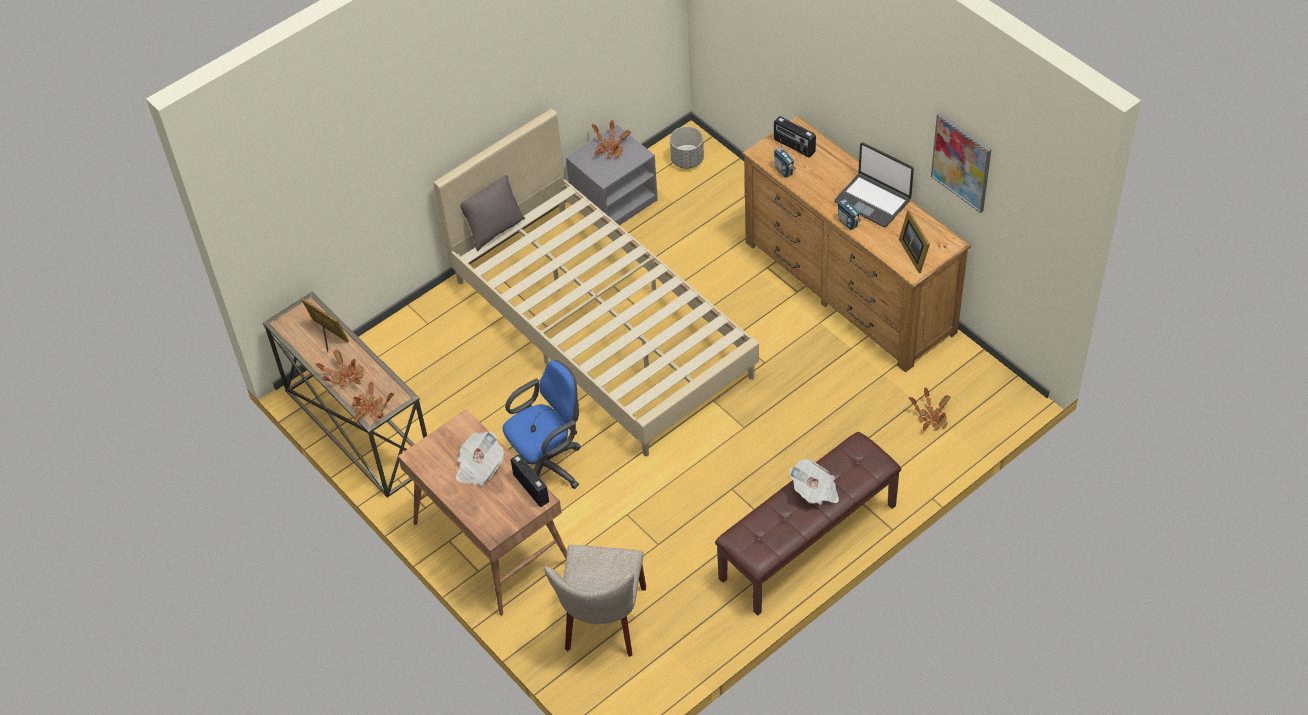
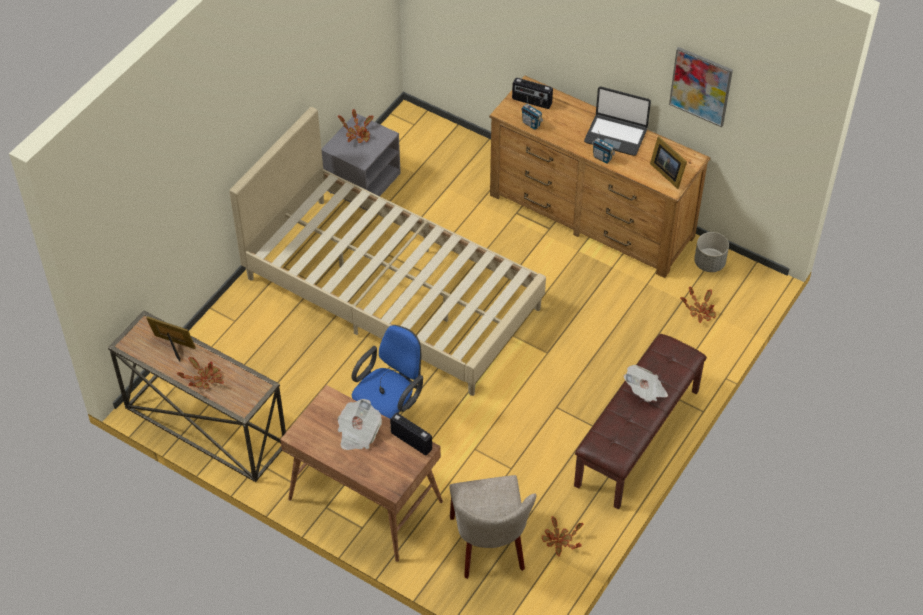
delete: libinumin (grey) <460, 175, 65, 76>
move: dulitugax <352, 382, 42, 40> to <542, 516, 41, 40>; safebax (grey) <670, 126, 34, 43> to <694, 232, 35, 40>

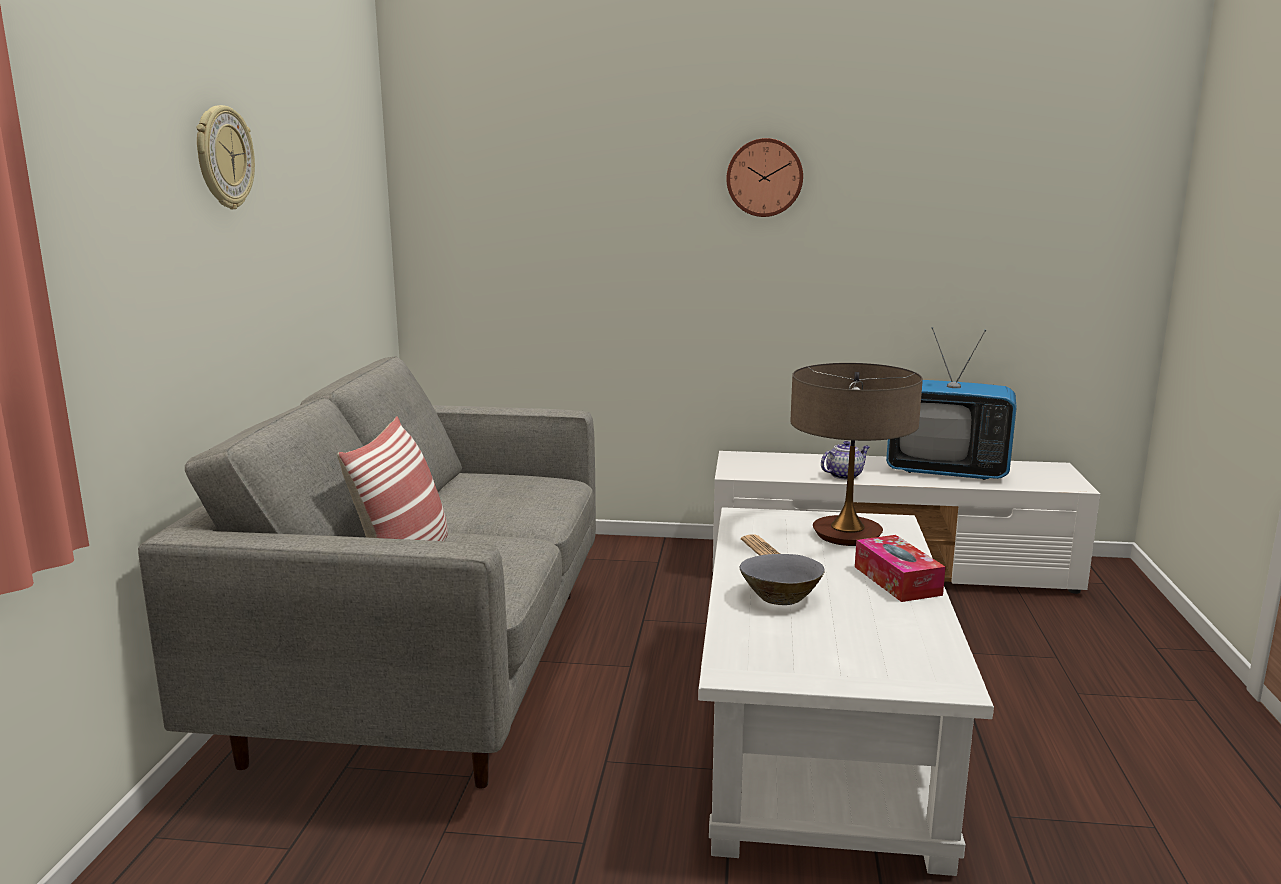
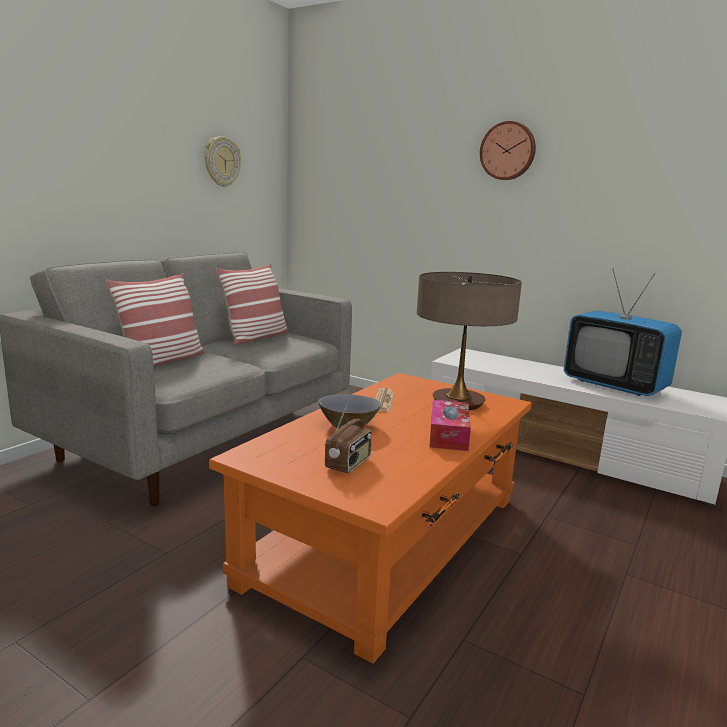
delete: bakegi <821, 441, 49, 39>
insert: libinumin <216, 264, 72, 82>; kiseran <325, 403, 47, 71>
move: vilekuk <196, 105, 59, 104> to <204, 136, 37, 51>
recolor: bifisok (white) <698, 507, 296, 369> to bifisok (orange) <209, 373, 323, 291>

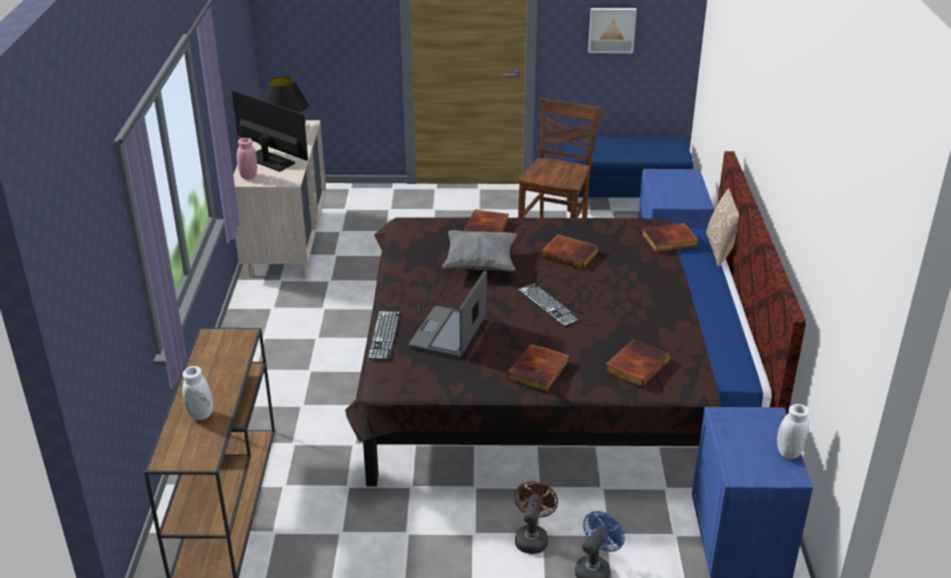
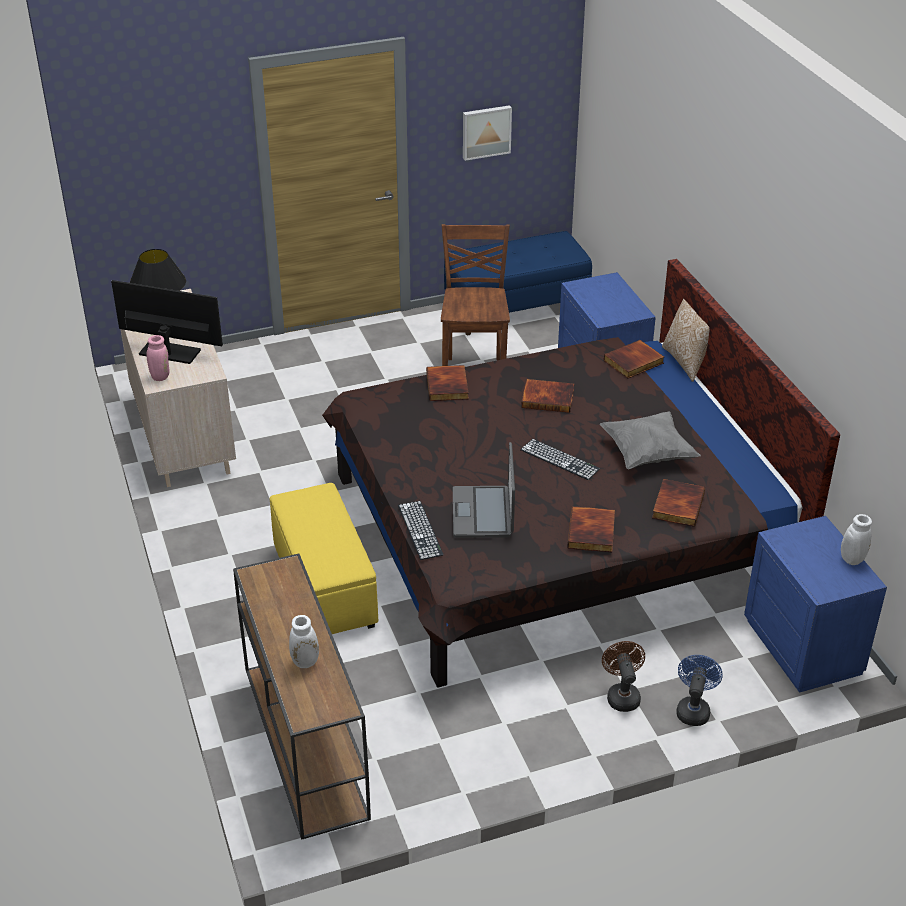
insert: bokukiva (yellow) <270, 483, 108, 151>
move: libinumin (grey) <442, 230, 75, 42> to <600, 411, 101, 59>

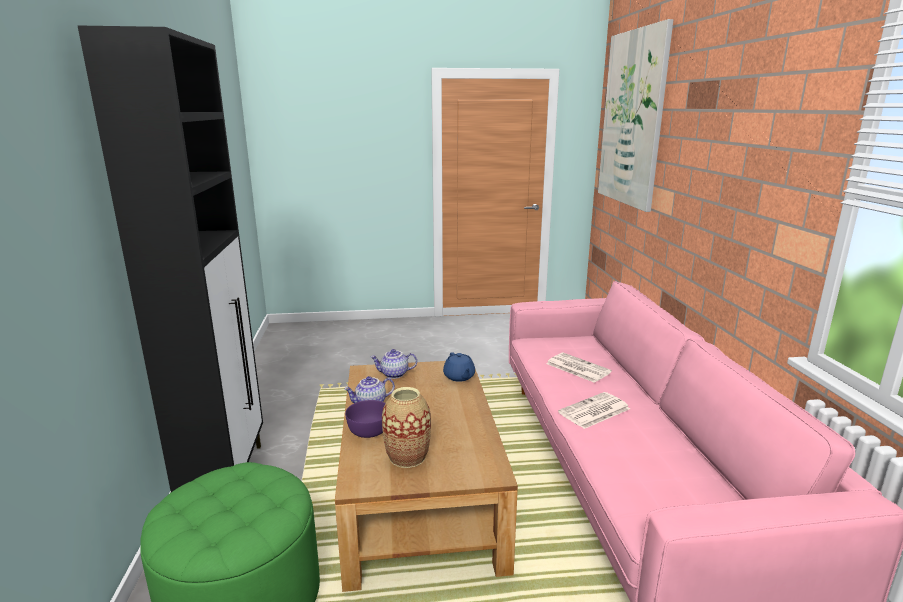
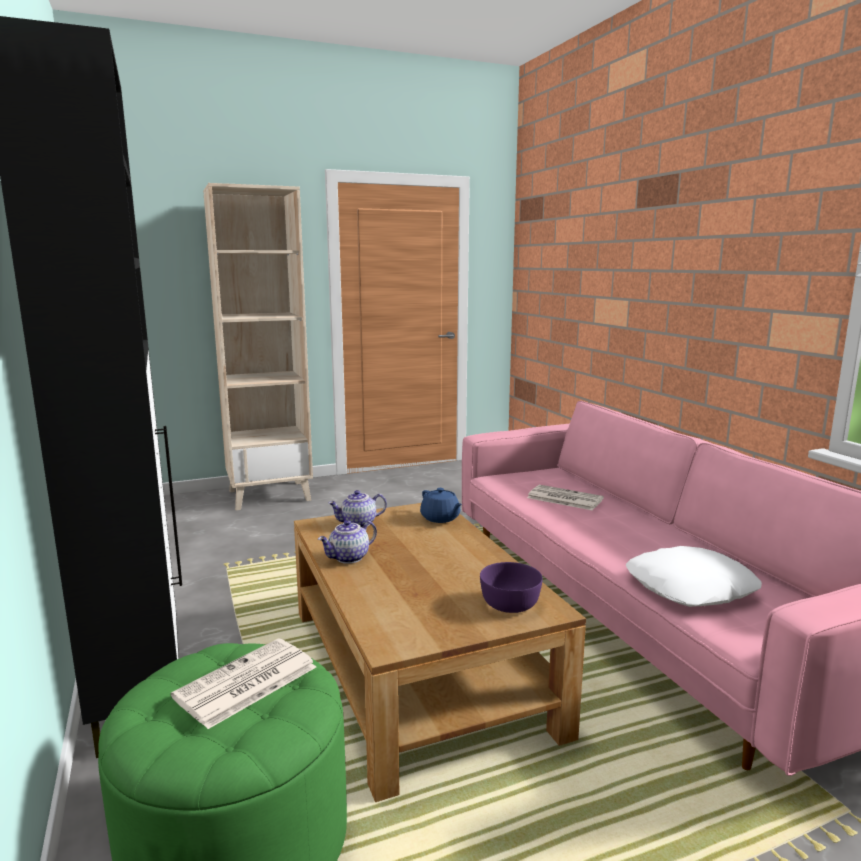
delete: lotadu <382, 387, 49, 81>; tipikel <598, 19, 75, 193>
insert: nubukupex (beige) <203, 183, 110, 327>; libinumin (white) <626, 546, 136, 61>
move: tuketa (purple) <345, 400, 40, 38> to <480, 562, 63, 51>; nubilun <558, 392, 72, 37> to <171, 638, 145, 91>

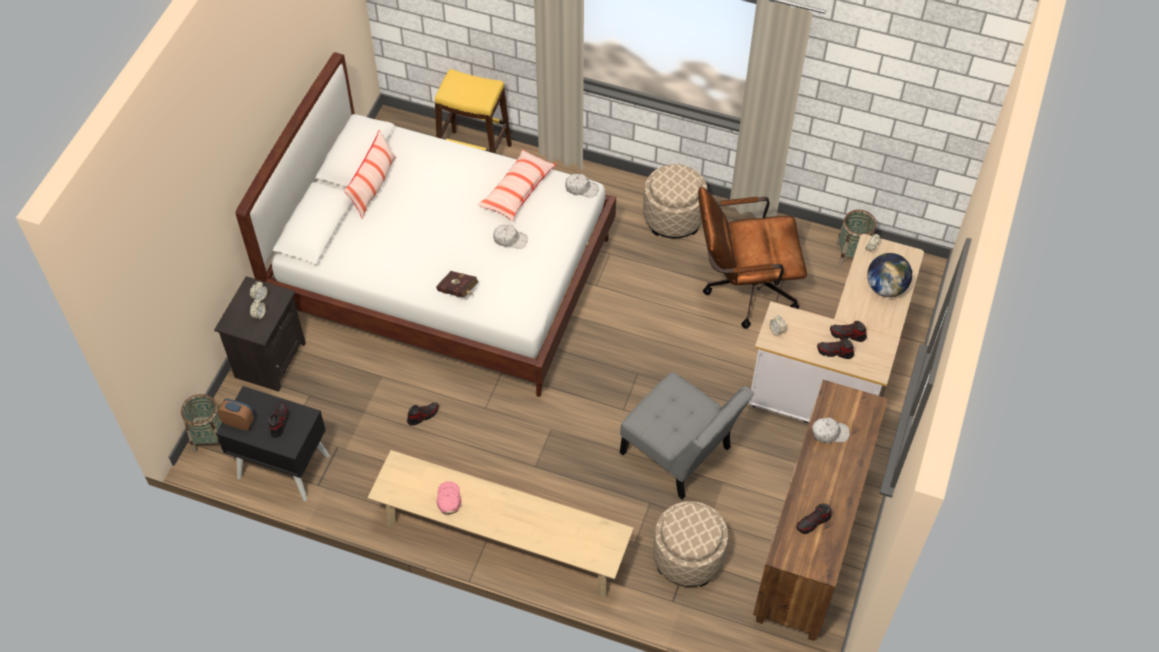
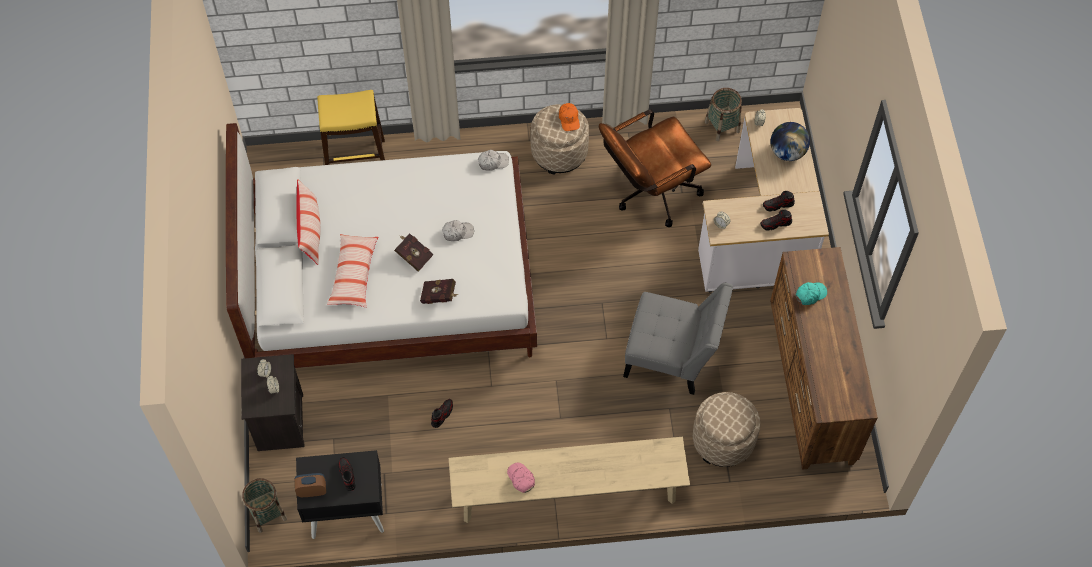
delete: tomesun <796, 504, 36, 30>
insert: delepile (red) <394, 233, 40, 39>; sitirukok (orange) <559, 103, 21, 28>
move: libinumin <477, 150, 80, 71> to <327, 234, 51, 74>
recolor: sitirukok (white) <812, 418, 38, 25> to sitirukok (turquoise) <796, 282, 31, 23>

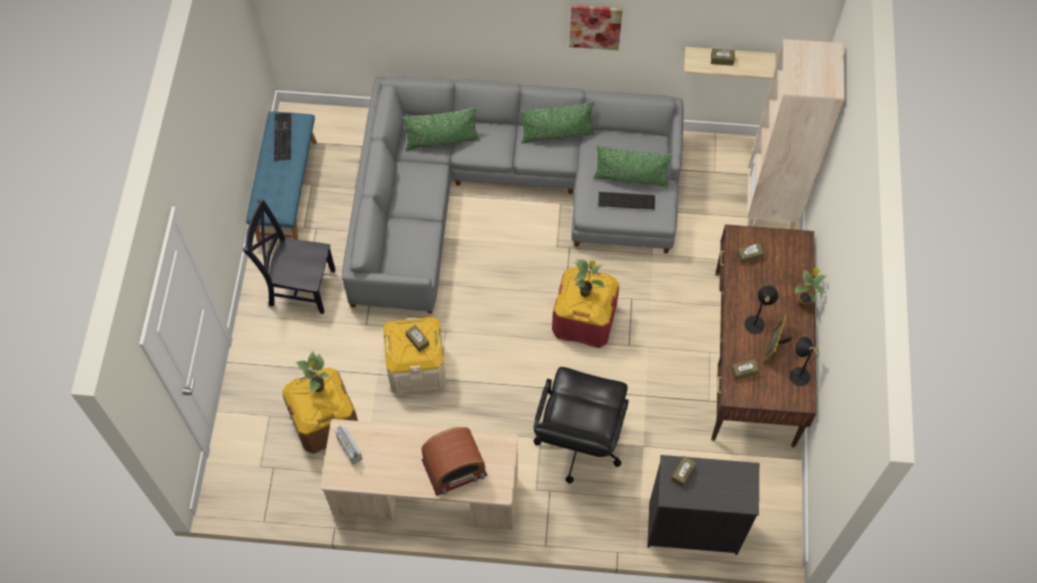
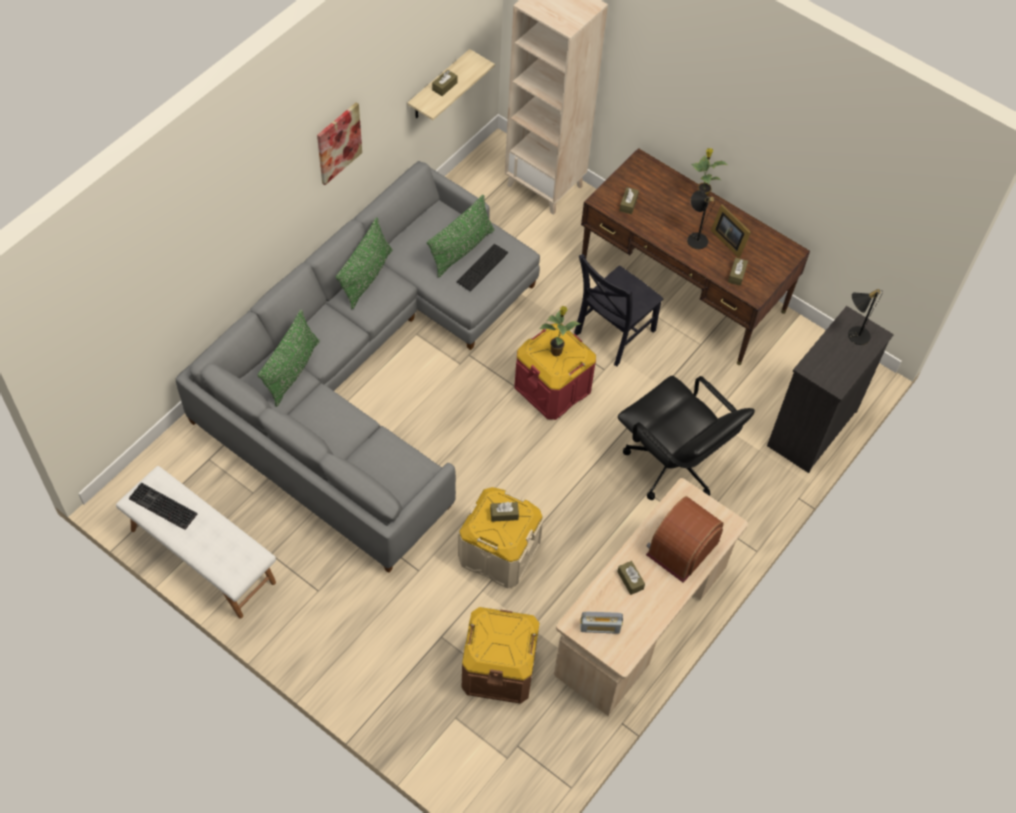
delete: dulitugax <296, 351, 33, 42>
move: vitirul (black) <243, 198, 93, 116> to <574, 254, 90, 112>; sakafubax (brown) <671, 456, 25, 31> to <617, 561, 28, 34>; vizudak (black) <790, 336, 29, 50> to <848, 289, 35, 56>
recolor: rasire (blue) <246, 111, 71, 131> to rasire (white) <116, 466, 160, 152>
rotate: kiseran <421, 427, 66, 69> = <646, 496, 78, 87> 150 degrees counterclockwise

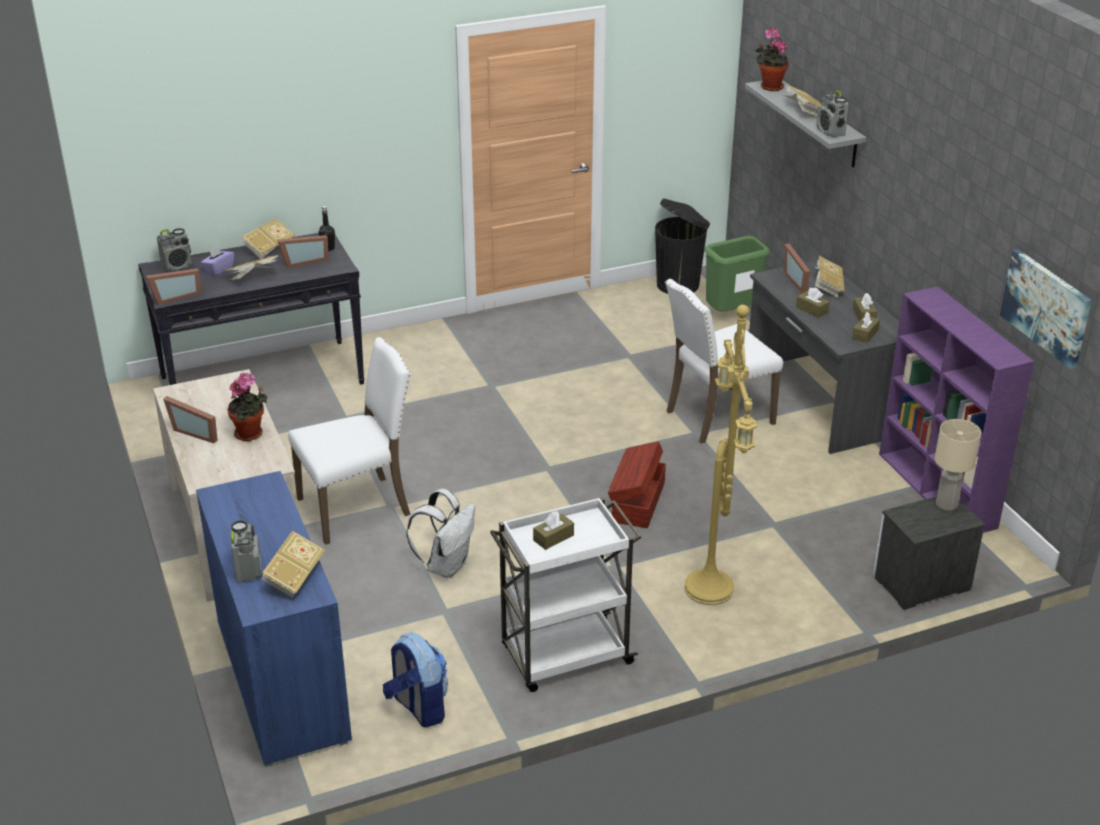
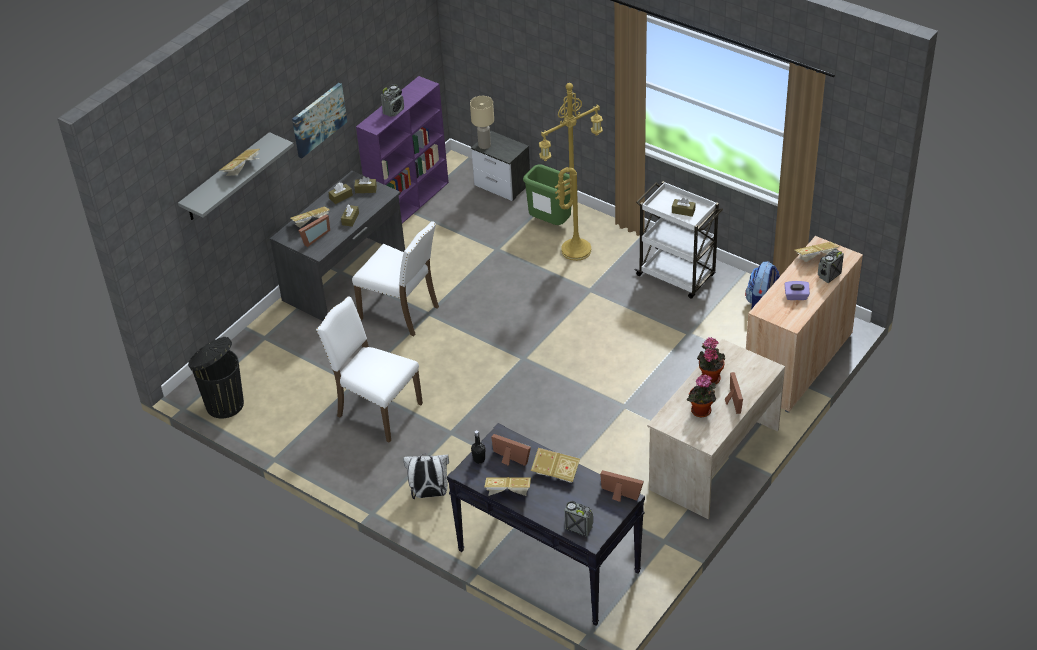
delete: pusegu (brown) <608, 441, 58, 87>
move: sakafubax (purple) <201, 246, 33, 30> to <784, 281, 26, 19>; vitirul (white) <288, 337, 123, 208> to <316, 296, 107, 147>; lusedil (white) <406, 489, 69, 89> to <403, 453, 46, 46>; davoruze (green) <704, 236, 66, 76> to <523, 164, 48, 61>; dulitugax <755, 28, 34, 63> to <687, 375, 29, 42>; kiseran <816, 90, 33, 47> to <381, 84, 23, 33>; tipikel <1000, 249, 92, 120> to <292, 83, 55, 75>
recolor: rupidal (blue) <196, 471, 156, 296> to rupidal (beige) <746, 236, 117, 177>

